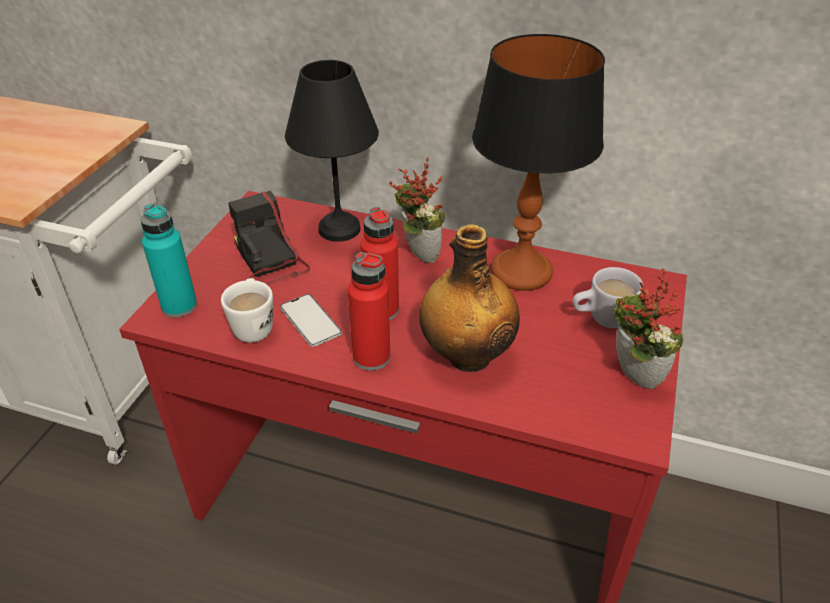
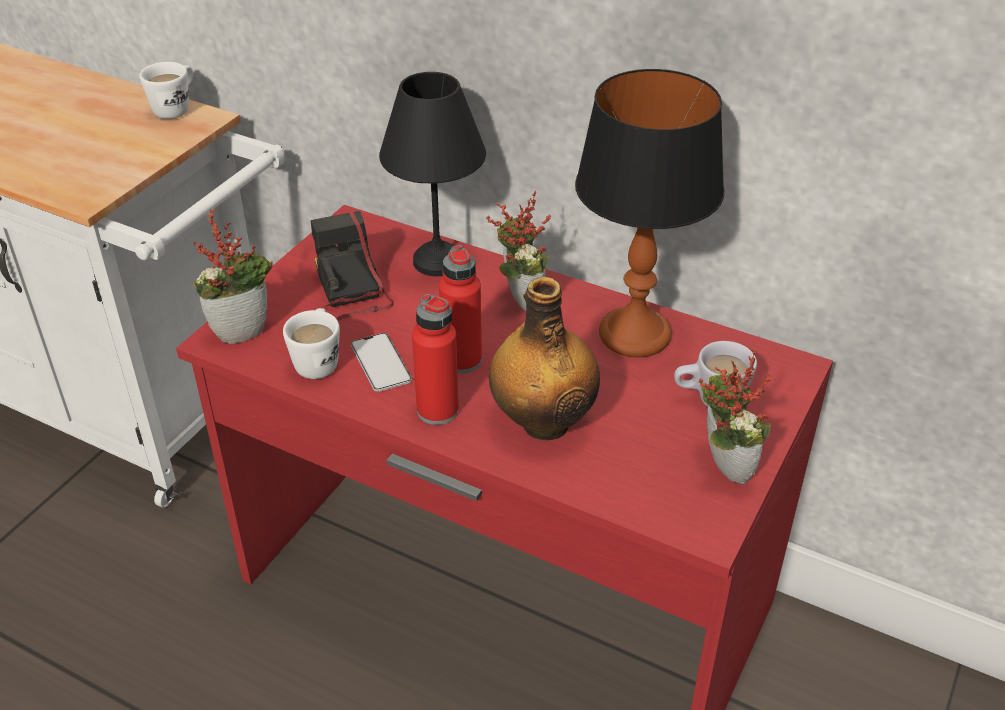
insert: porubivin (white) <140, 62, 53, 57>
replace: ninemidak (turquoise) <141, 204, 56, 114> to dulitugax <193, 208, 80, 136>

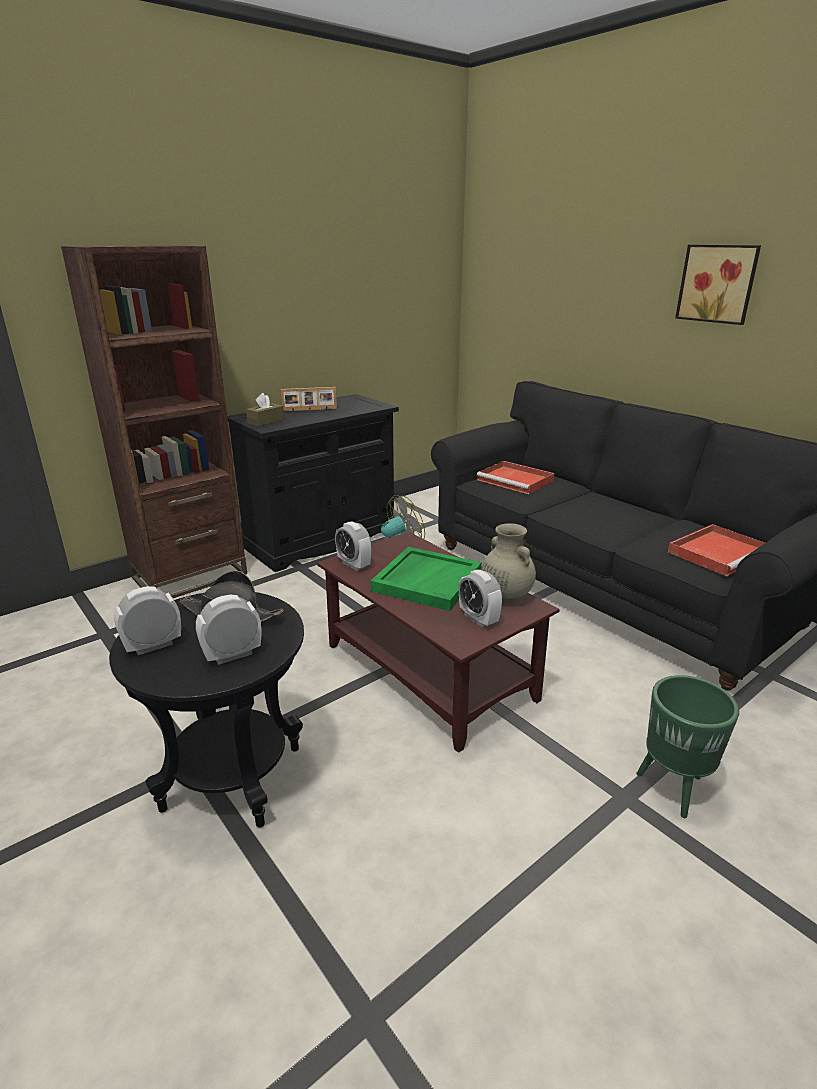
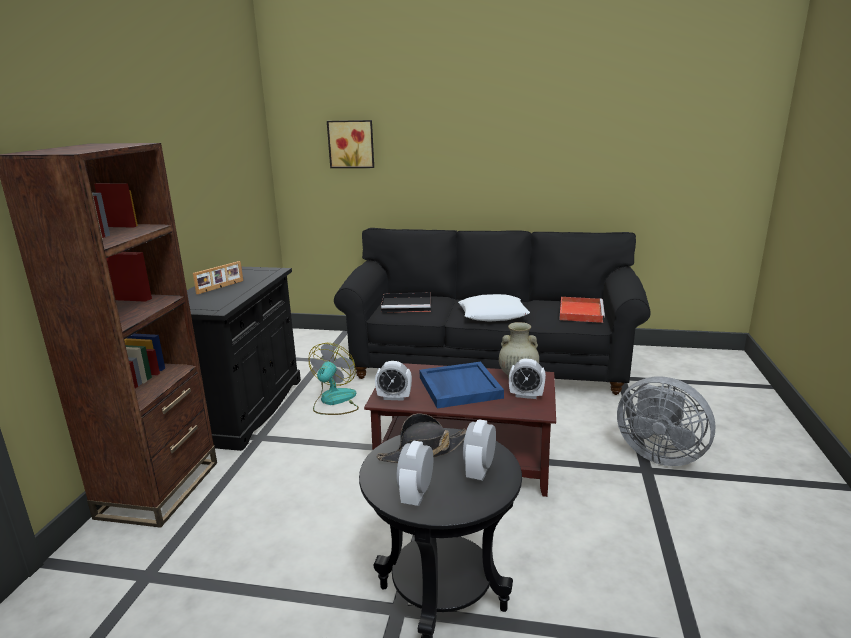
delete: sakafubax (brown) <246, 393, 38, 33>
insert: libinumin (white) <458, 294, 72, 28>
move: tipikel <675, 245, 86, 80> to <327, 120, 47, 48>
replace: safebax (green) <636, 675, 103, 143> to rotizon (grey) <617, 377, 99, 89>
recolor: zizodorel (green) <370, 547, 112, 64> to zizodorel (blue) <420, 362, 84, 46>; zizodorel (red) <477, 461, 77, 33> to zizodorel (black) <381, 292, 50, 21>

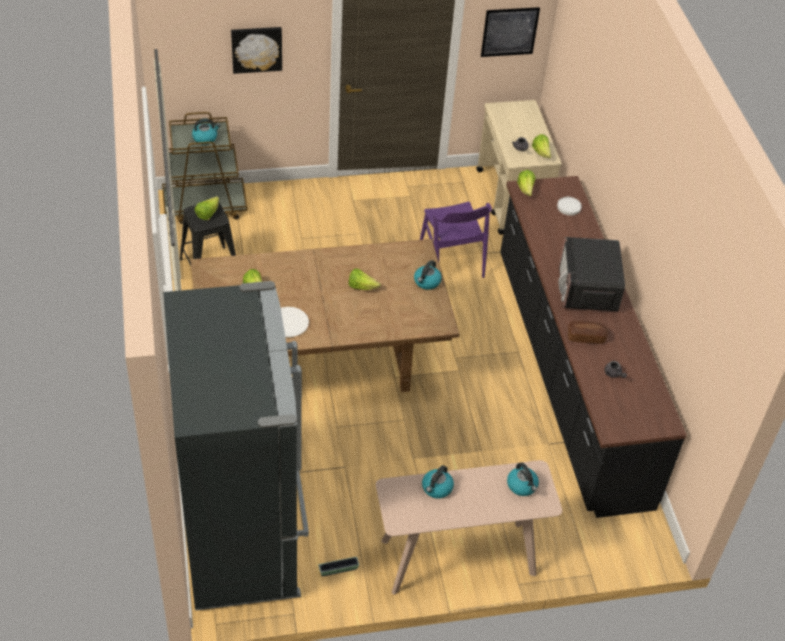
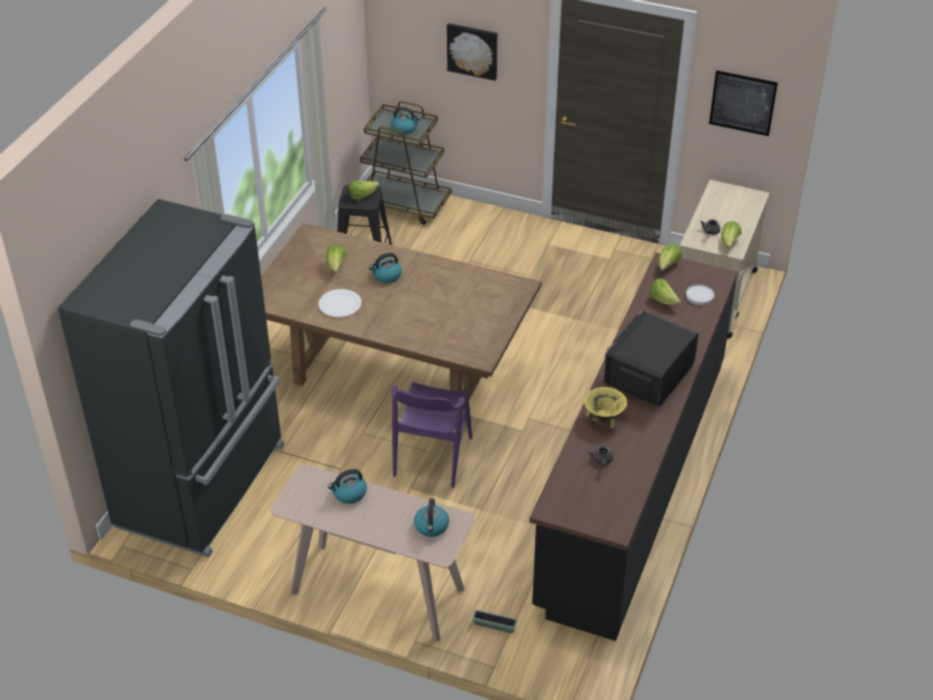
move: safebax <318, 557, 41, 19> to <472, 610, 46, 23>; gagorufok <349, 269, 32, 21> to <650, 278, 31, 27>; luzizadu <414, 260, 28, 30> to <369, 253, 33, 30>; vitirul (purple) <420, 202, 72, 76> to <391, 382, 81, 106>
replace: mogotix <568, 321, 40, 23> to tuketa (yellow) <584, 387, 44, 41>

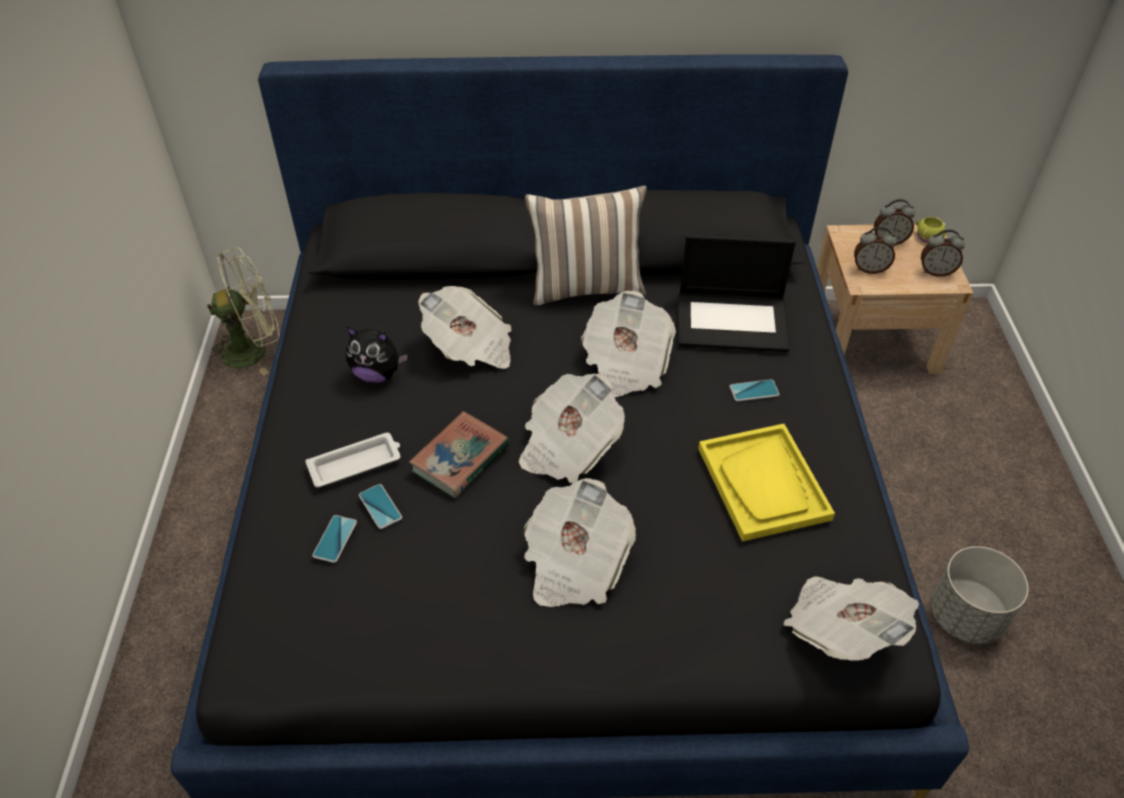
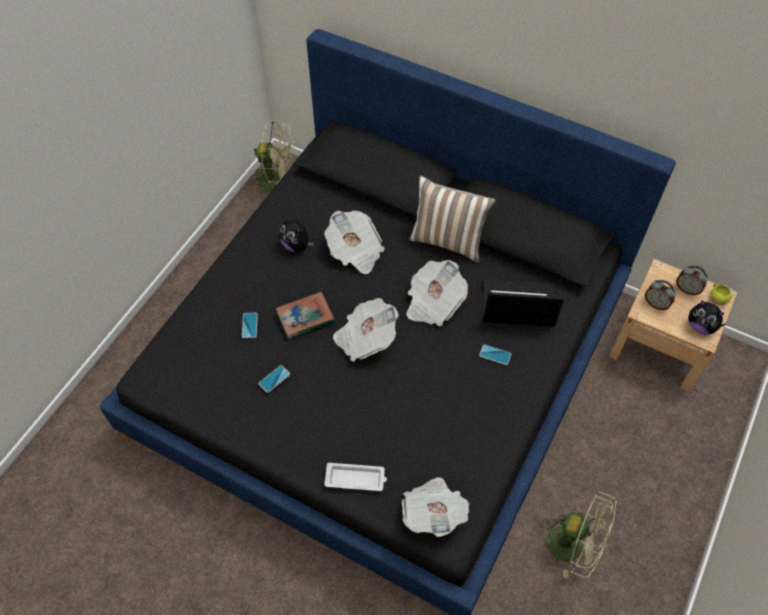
delete: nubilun <524, 478, 112, 129>; zizodorel (yellow) <698, 424, 137, 118>
move: zizodorel (white) <305, 433, 96, 55> to <324, 463, 63, 28>; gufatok <312, 515, 45, 48> to <258, 365, 32, 28>
replace: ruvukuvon <921, 229, 44, 48> to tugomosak <688, 300, 38, 34>; safebax (grey) <931, 546, 98, 98> to rotizon (green) <541, 491, 76, 88>
rotate: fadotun <678, 235, 117, 117> = <483, 279, 81, 48> 150 degrees clockwise

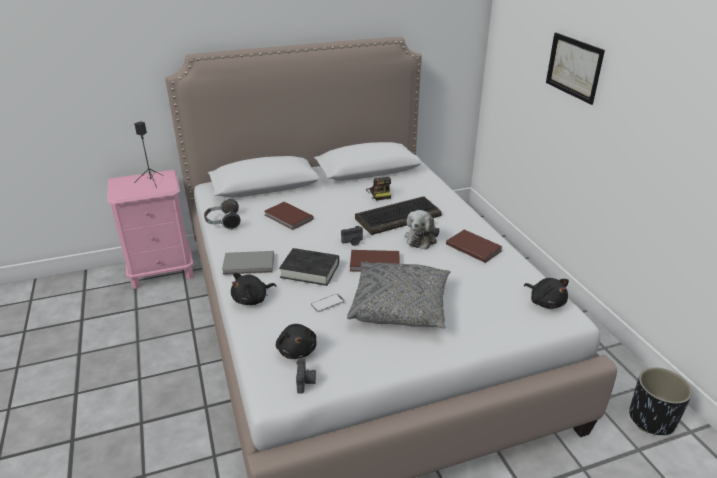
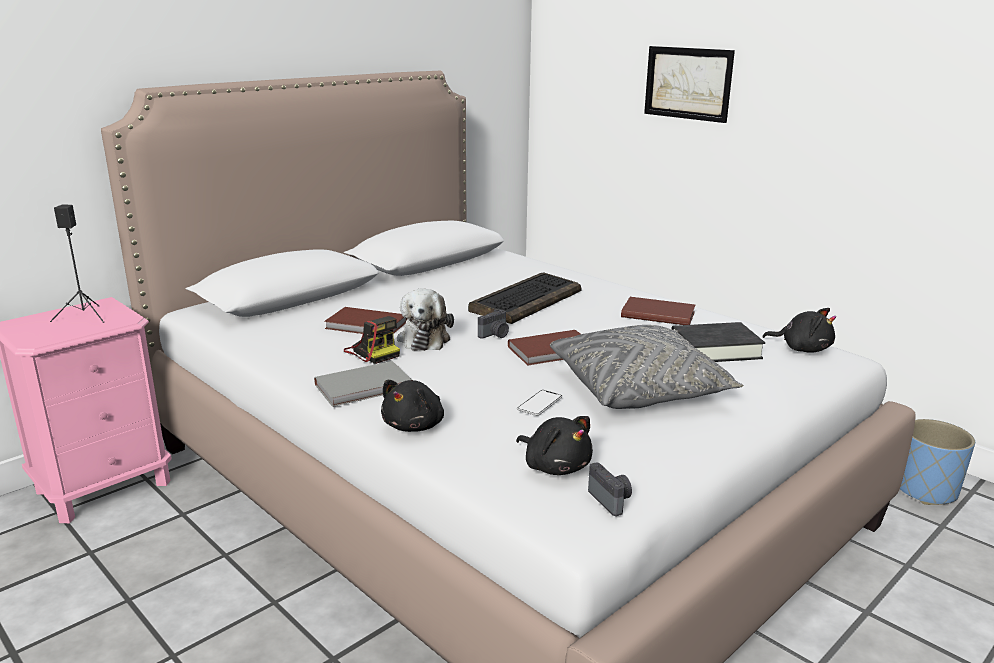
delete: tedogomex <204, 198, 37, 32>
move: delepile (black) <279, 248, 60, 38> to <671, 322, 94, 40>; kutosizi <366, 177, 25, 24> to <344, 316, 56, 48>; tugomosak <405, 210, 35, 40> to <397, 289, 57, 62>
recolor: safebax (black) <629, 367, 63, 68> to safebax (blue) <900, 419, 75, 86>

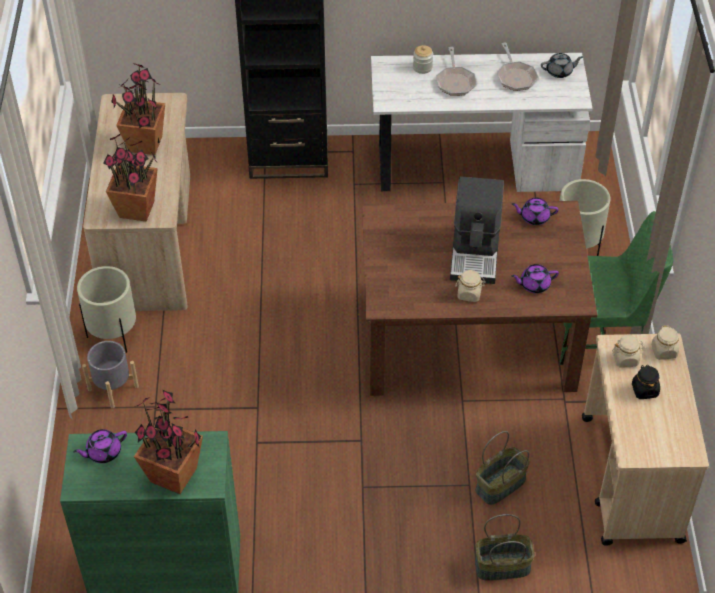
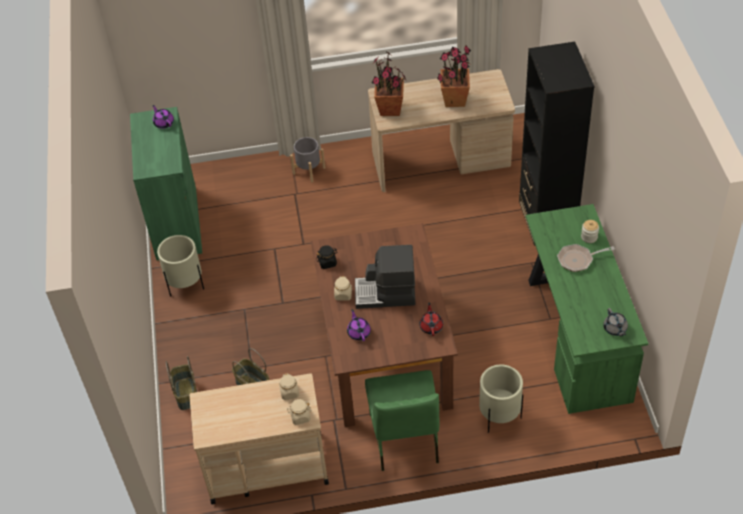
delete: dulitugax <134, 389, 69, 105>; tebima <497, 43, 41, 48>
move: safebax (beige) <77, 266, 59, 87> to <157, 235, 47, 62>; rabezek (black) <632, 365, 28, 34> to <316, 245, 22, 24>
recolor: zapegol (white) <371, 53, 222, 139> to zapegol (green) <526, 204, 123, 210>; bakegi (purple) <512, 198, 47, 27> to bakegi (red) <419, 303, 24, 33>

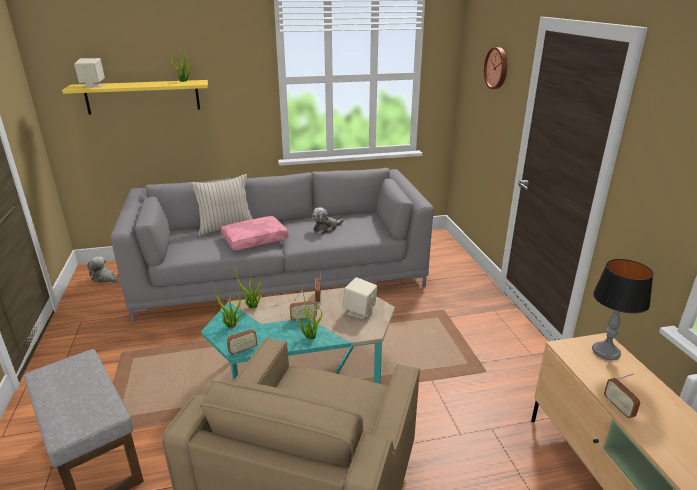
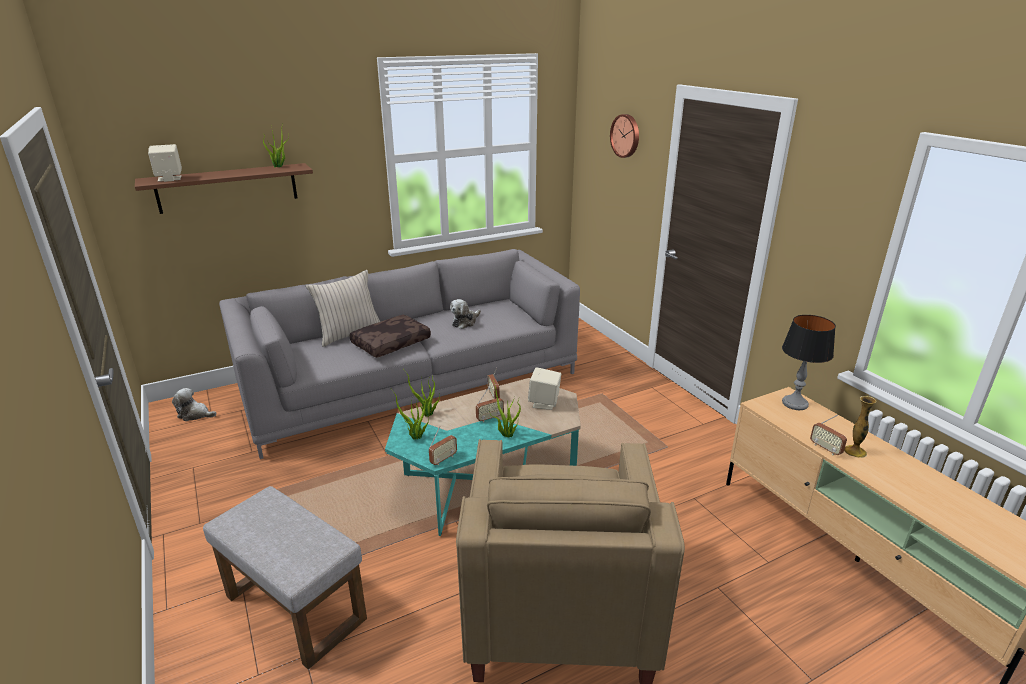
insert: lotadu <844, 396, 33, 62>
recolor: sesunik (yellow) <62, 80, 146, 34> to sesunik (brown) <135, 163, 178, 51>; libinumin (pink) <221, 216, 68, 34> to libinumin (brown) <350, 315, 81, 43>

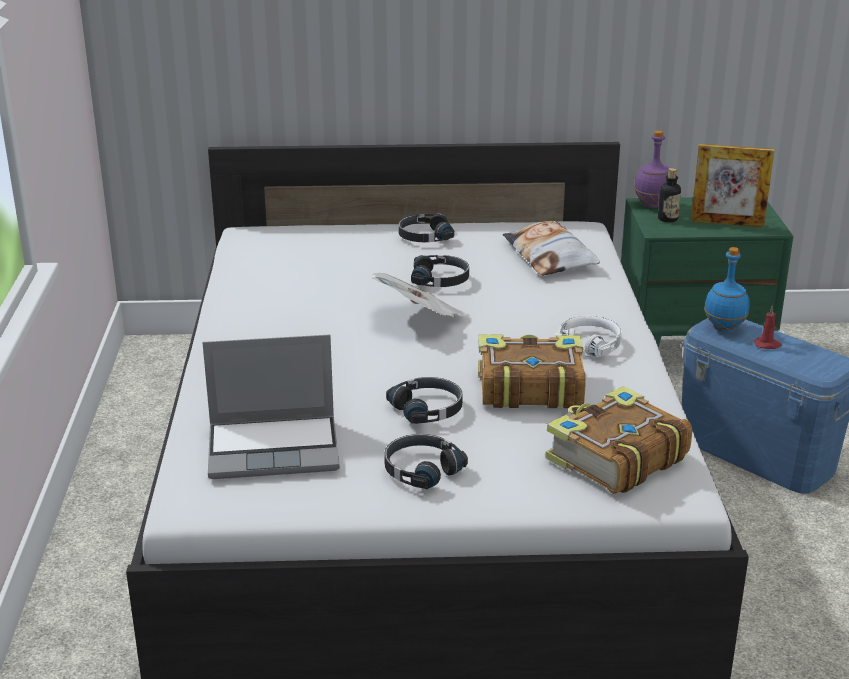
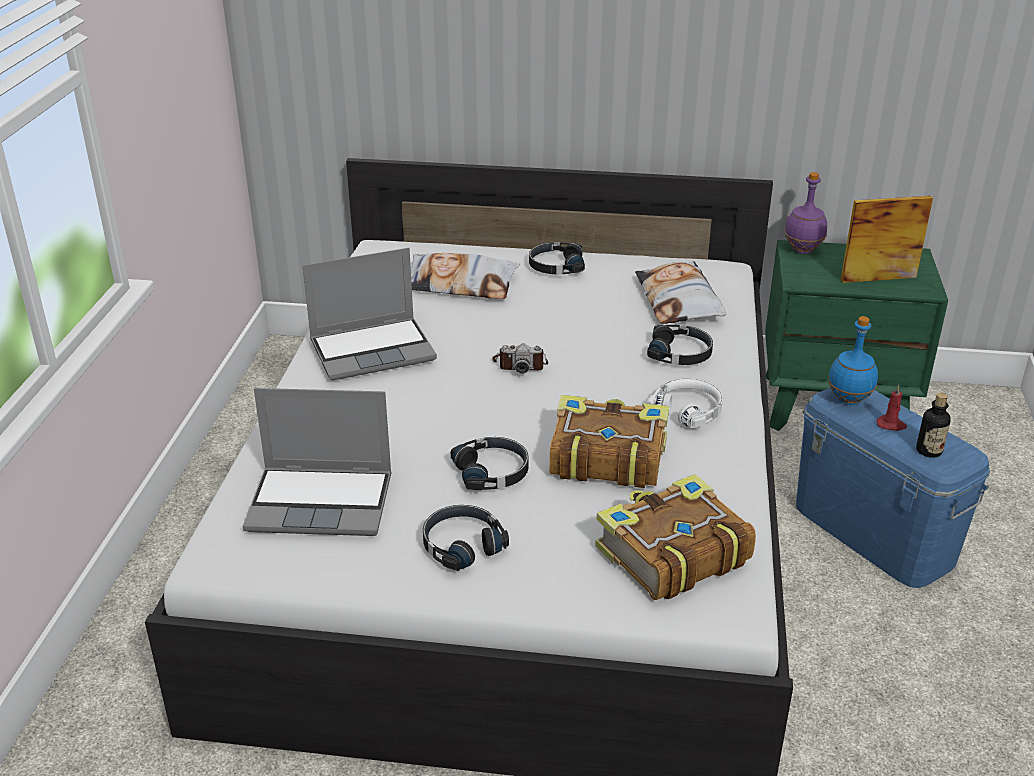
insert: fadotun <303, 248, 134, 132>; libinumin <411, 253, 109, 46>
move: tedogomex (black) <411, 255, 58, 32> to <647, 325, 66, 40>; ninemidak <658, 168, 23, 54> to <916, 393, 35, 65>
replace: nubilun <372, 273, 98, 44> to kutosizi <492, 343, 56, 31>
rotate: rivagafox <691, 144, 83, 83> = <841, 196, 92, 87> 150 degrees clockwise

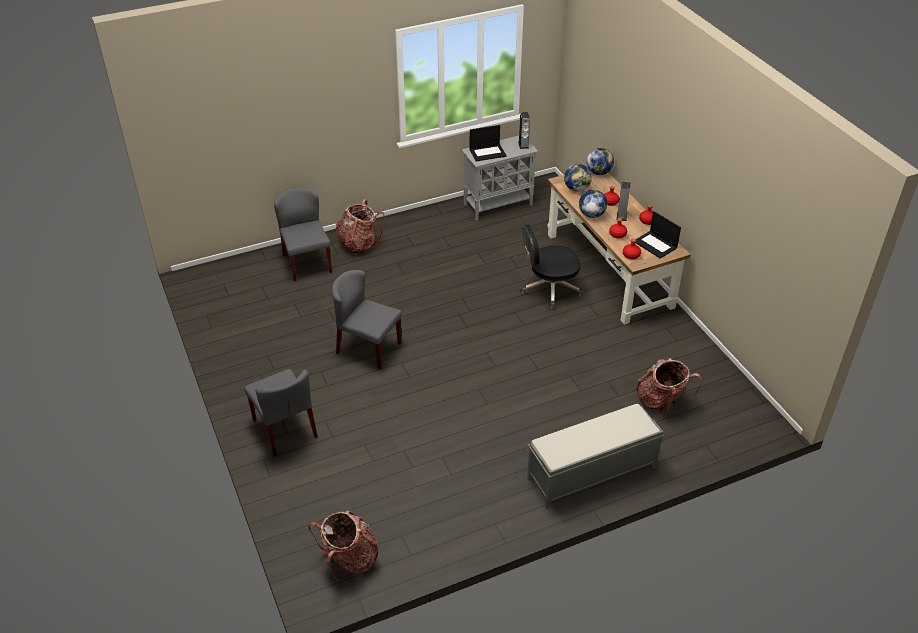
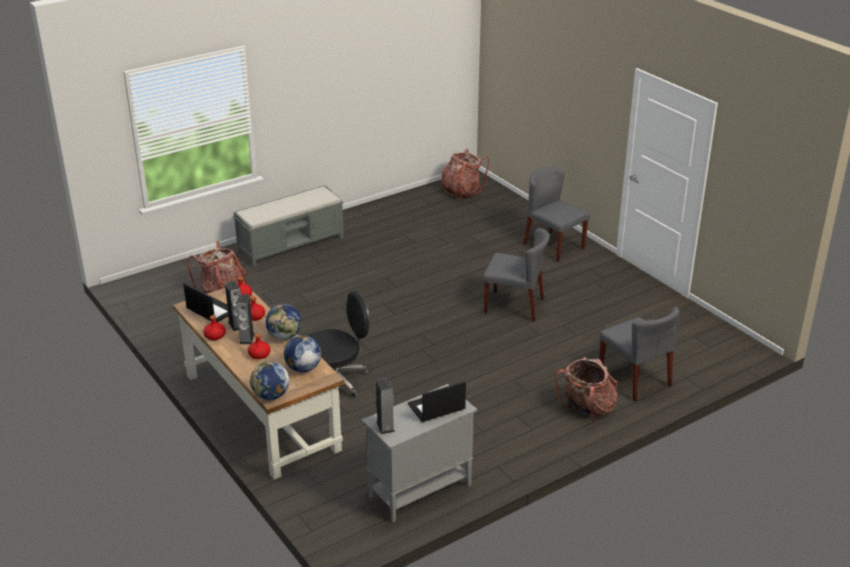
insert: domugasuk <225, 281, 16, 50>

